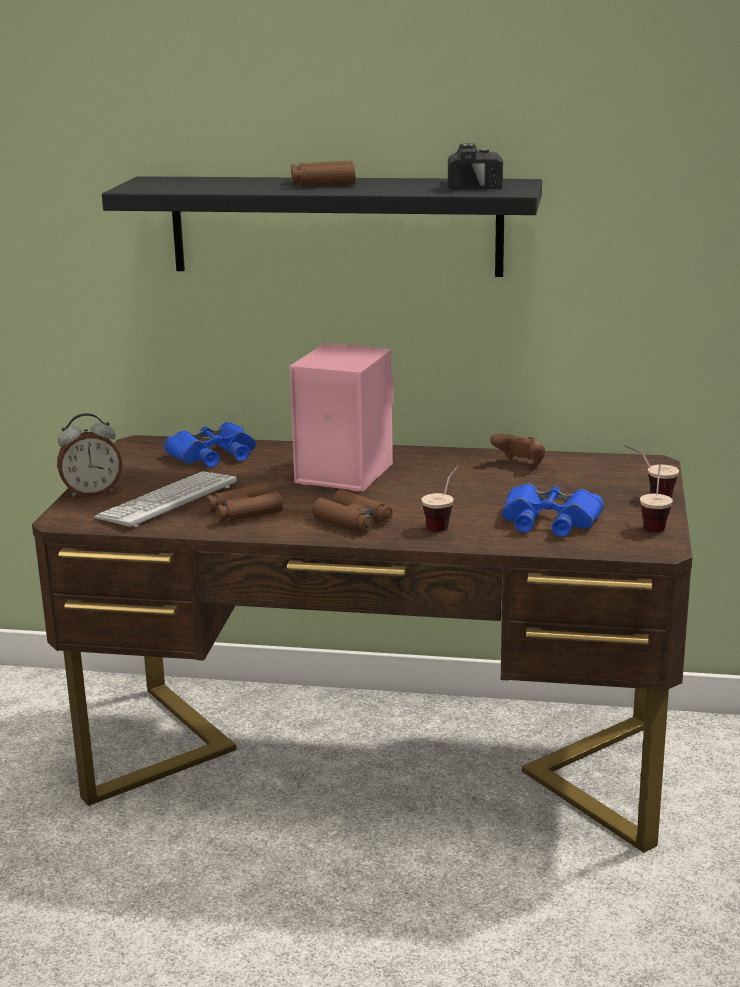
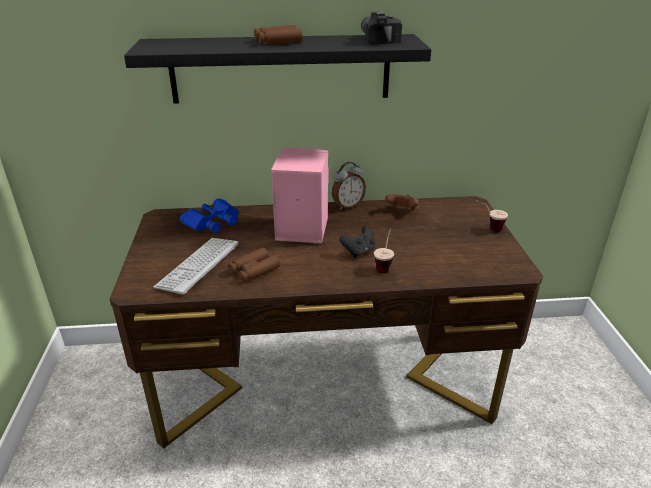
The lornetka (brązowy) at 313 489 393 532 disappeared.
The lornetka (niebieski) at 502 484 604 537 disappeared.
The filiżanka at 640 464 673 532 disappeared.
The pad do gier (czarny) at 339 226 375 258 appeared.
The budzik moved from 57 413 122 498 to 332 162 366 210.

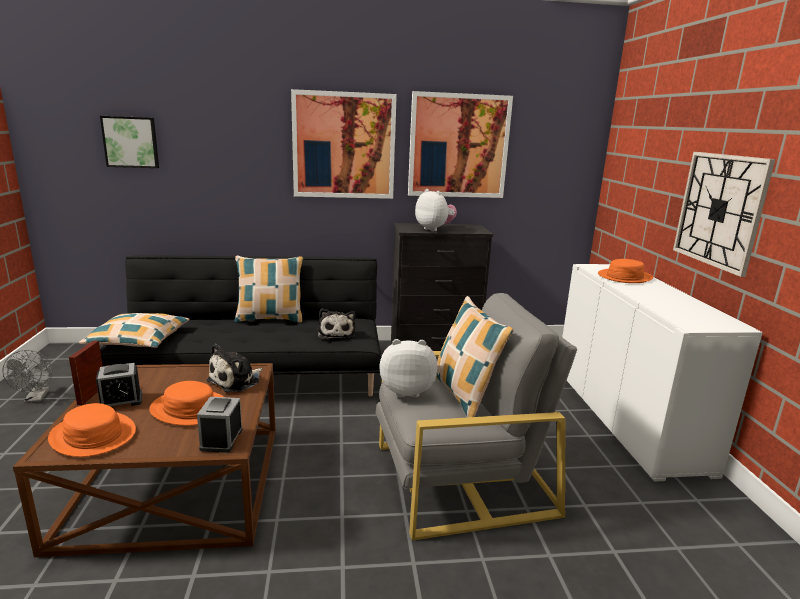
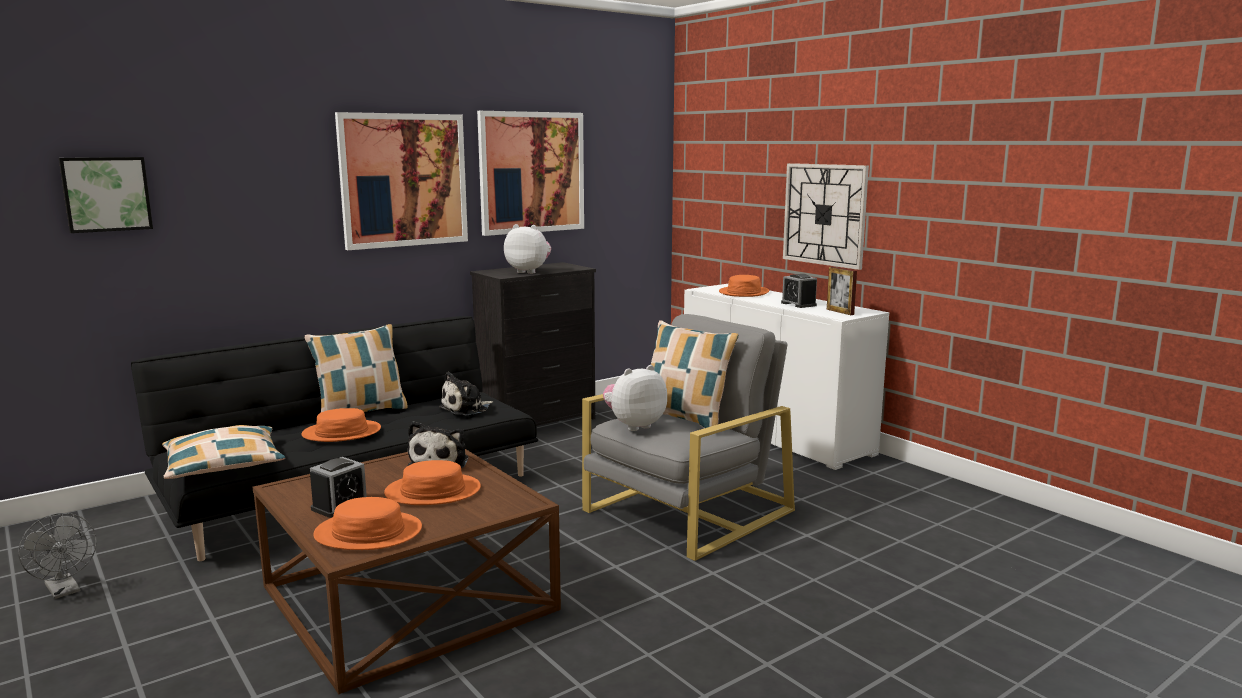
The kapelusz (pomarańczowy) at 301 408 381 442 appeared.
The ramka na zdjęcie moved from 69 341 103 405 to 827 266 857 315.
The budzik moved from 197 397 243 453 to 781 274 817 308.
The pluszak at 318 309 356 339 turned 90 degrees clockwise.

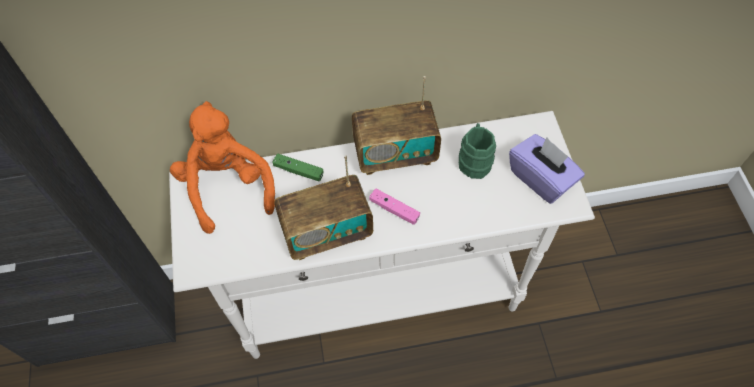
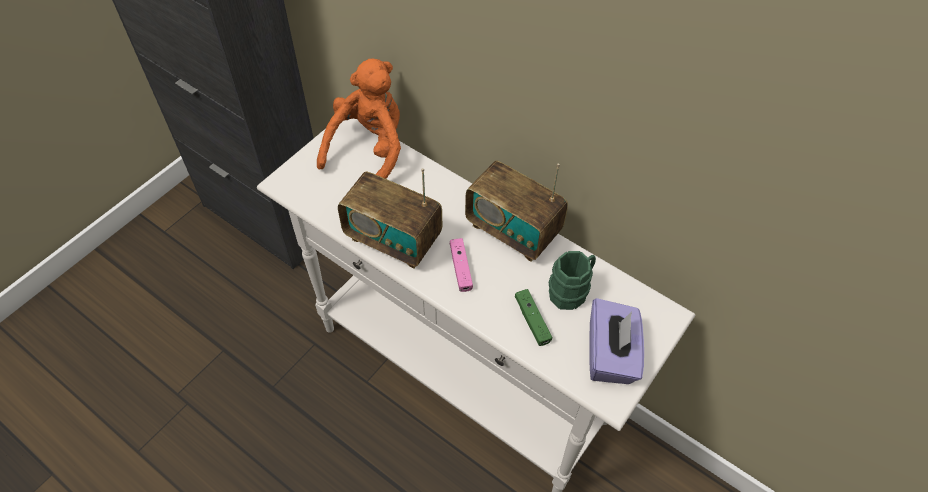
The pad do gier (zielony) moved from 273 153 323 181 to 515 289 552 346.

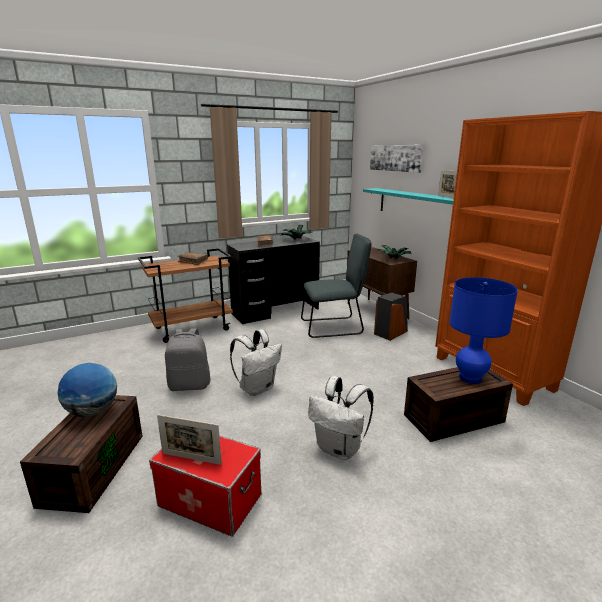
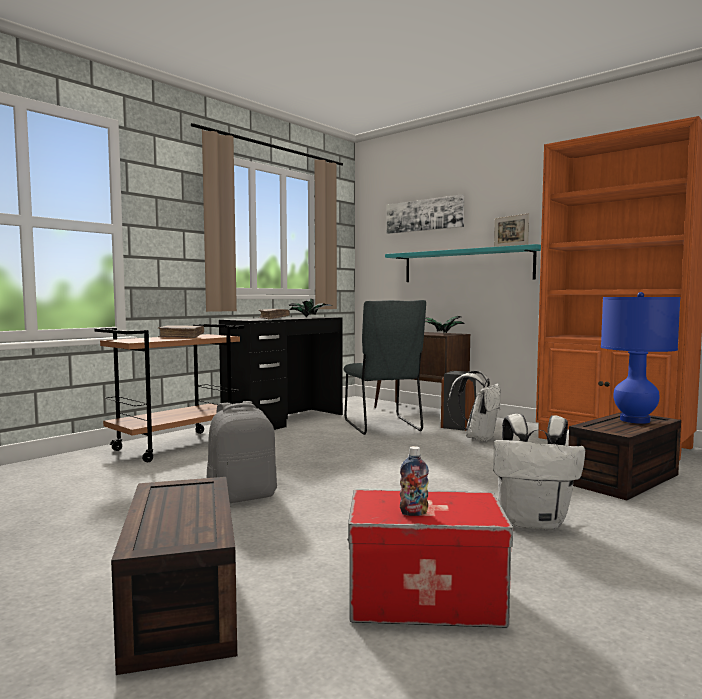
The globus at 58 363 117 417 disappeared.
The plecak (biały) moved from 230 329 282 396 to 448 370 501 442.
The ramka na zdjęcie at 157 414 222 465 was replaced by the butelka at 400 446 429 516.
The krzesło (szary) at 301 234 372 338 turned 105 degrees clockwise.

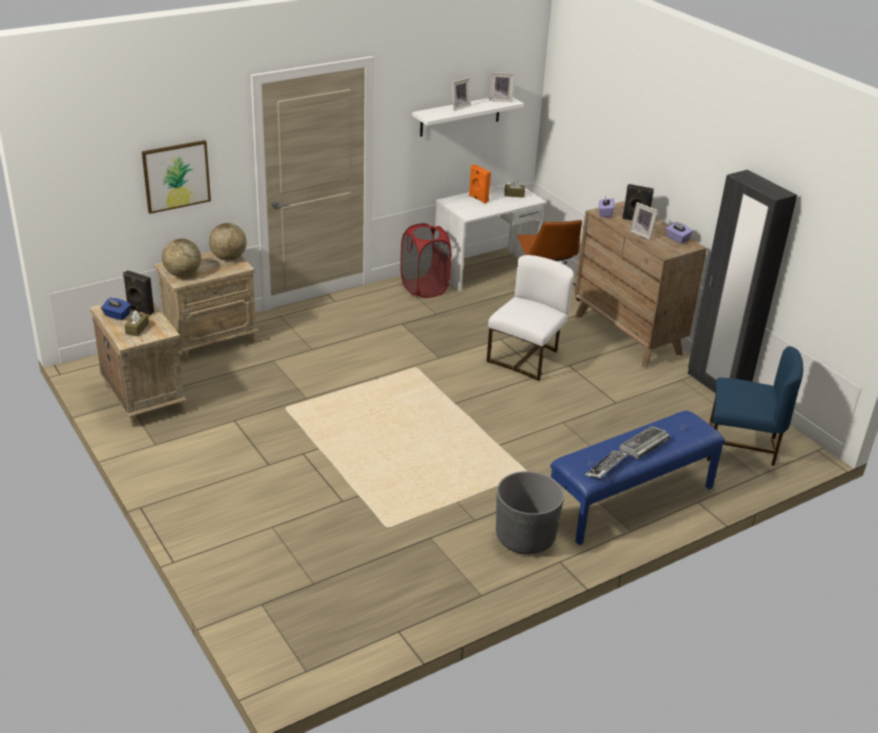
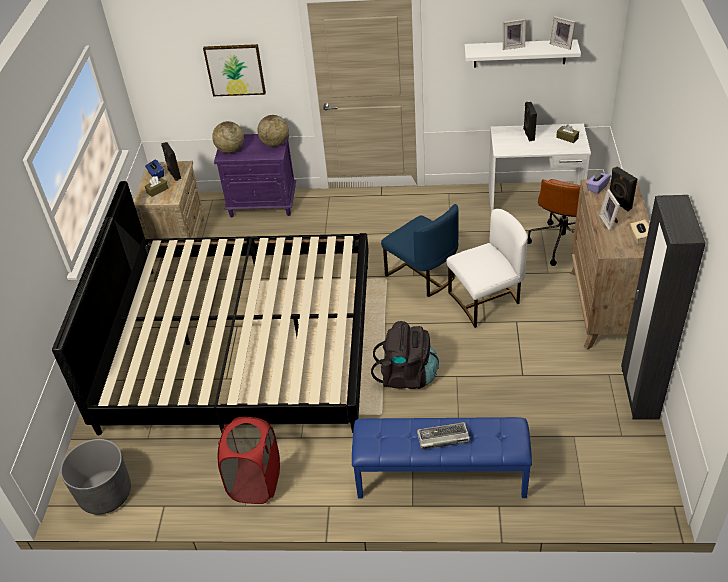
The klawiatura at 585 450 629 478 disappeared.
The łóżko at 52 181 369 435 appeared.
The plecak (czarny) at 371 321 439 389 appeared.
The kosz na pranie (czerwony) moved from 400 223 451 298 to 218 417 280 504.
The donica (szary) moved from 496 471 564 554 to 60 439 131 515.
The krzesło (niebieski) moved from 707 346 803 466 to 381 204 459 297.
The szafka nocna (beżowy) at 154 251 259 362 became the szafka nocna (fioletowy) at 214 133 296 217.
The głośnik (pomarańczowy) at 469 165 491 204 became the głośnik (czarny) at 523 102 537 141.
The pudełko chusteczek (fioletowy) at 666 221 693 244 became the pudełko chusteczek (beżowy) at 630 219 649 244.

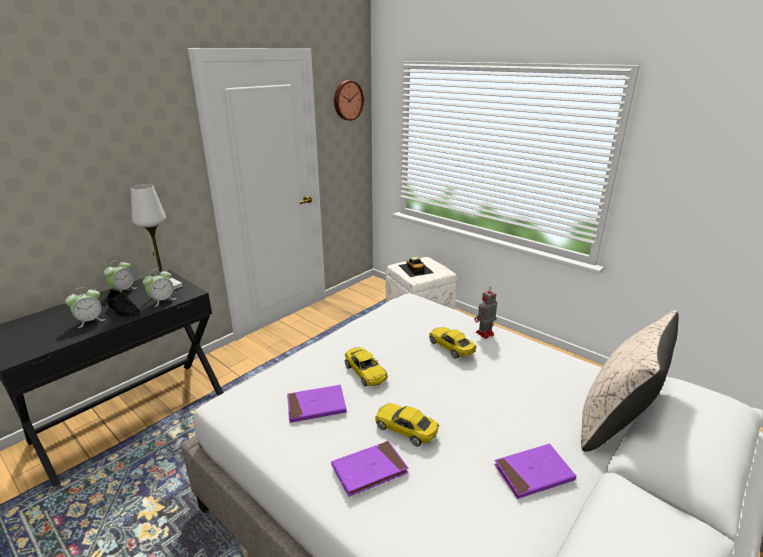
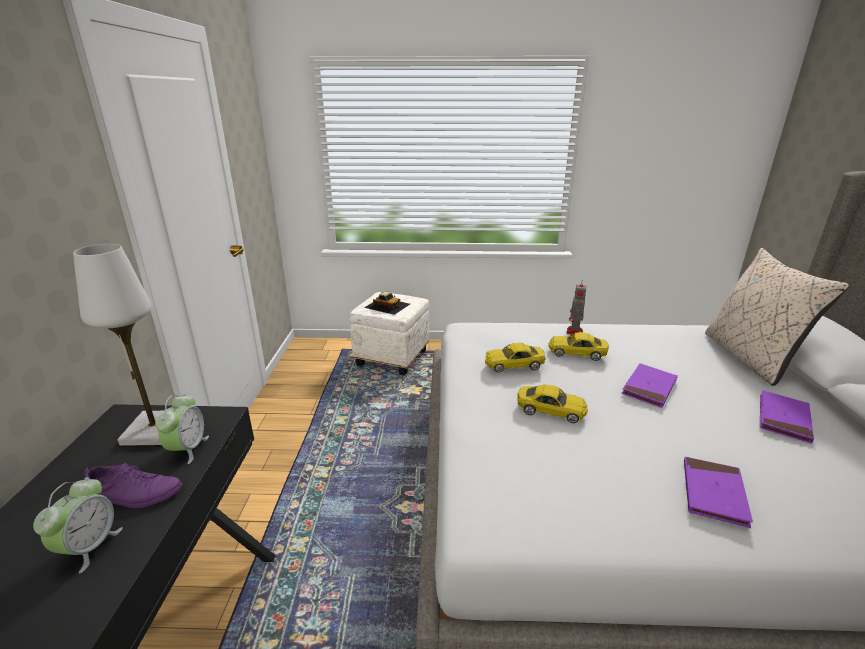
The budzik at 104 260 136 292 disappeared.
The zegar ścienny at 334 81 364 121 disappeared.
The książka (fioletowy) moved from 287 385 347 423 to 622 363 678 408.
The samochodzik (żółty) moved from 375 403 439 447 to 485 343 546 372.
The but (czarny) at 107 289 140 316 became the but (fioletowy) at 84 463 182 508.

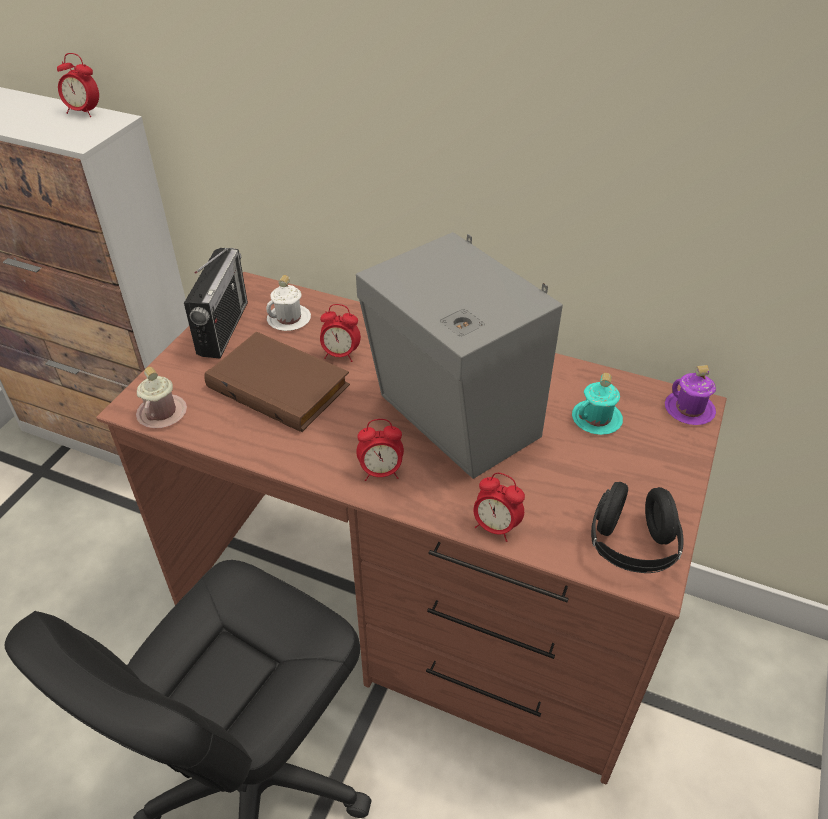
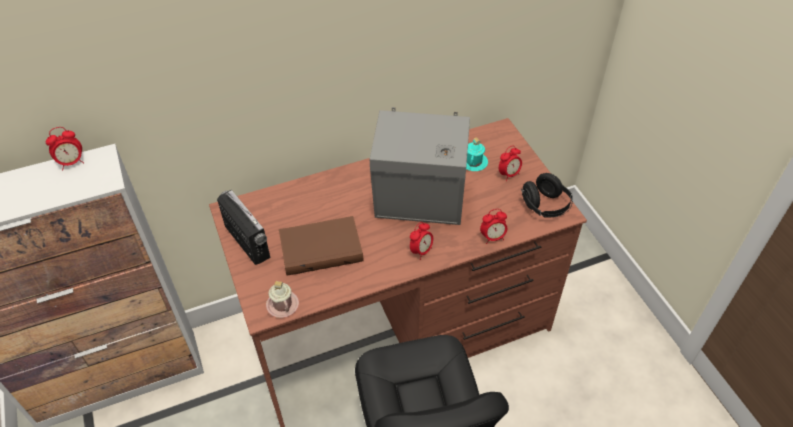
The kubek (biały) at 266 275 311 331 disappeared.
The kubek (fioletowy) at 665 365 716 425 disappeared.
The budzik moved from 320 304 361 362 to 499 146 522 181.

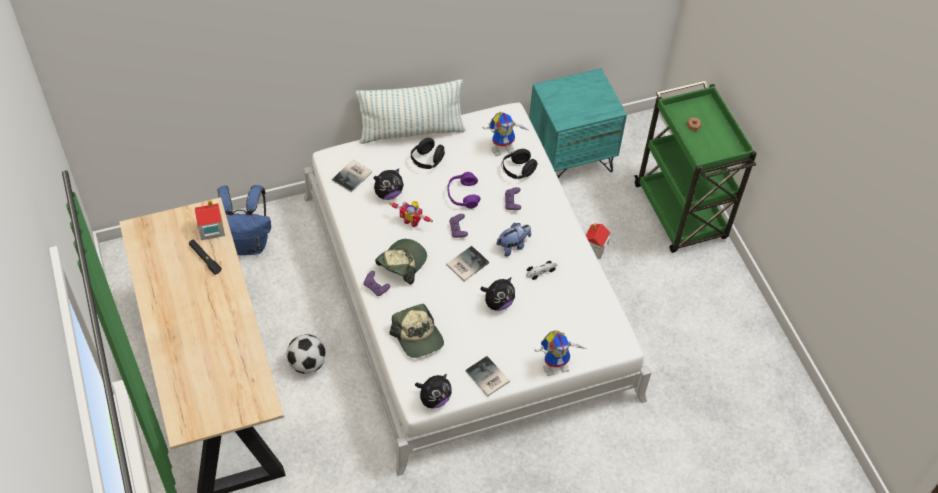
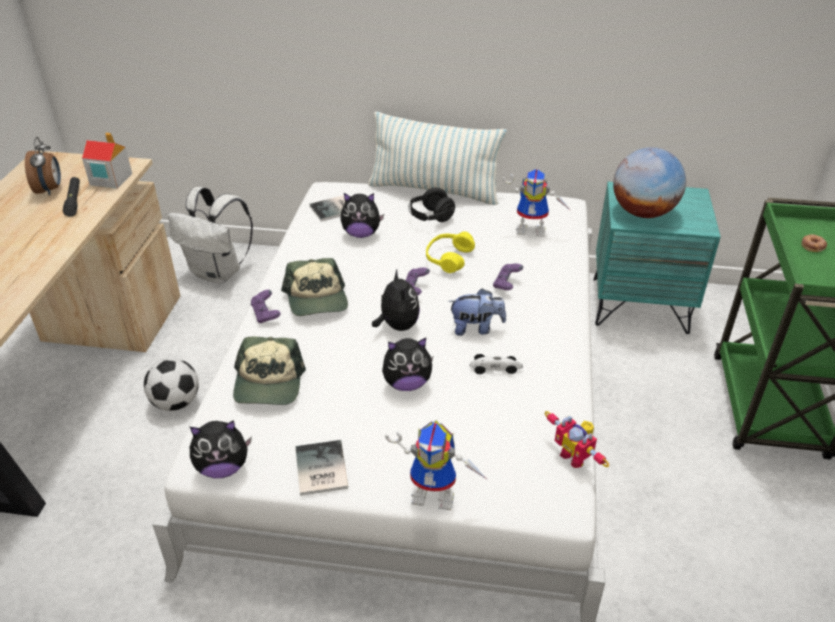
The słuchawki (czarny) at 502 149 537 179 disappeared.
The domek at 586 223 610 259 disappeared.
The budzik at 25 137 61 196 appeared.
The globus at 613 147 686 218 appeared.
The robot zabawkowy moved from 390 201 433 227 to 544 411 609 468.
The książka at 446 246 489 281 was replaced by the pluszak at 372 270 420 331.
The plecak (niebieski) at 217 185 271 255 became the plecak (biały) at 168 187 253 283.
The słuchawki (fioletowy) at 447 172 480 209 became the słuchawki (żółty) at 426 231 475 273.
The czapka z daszkiem at 375 239 427 285 turned 105 degrees clockwise.

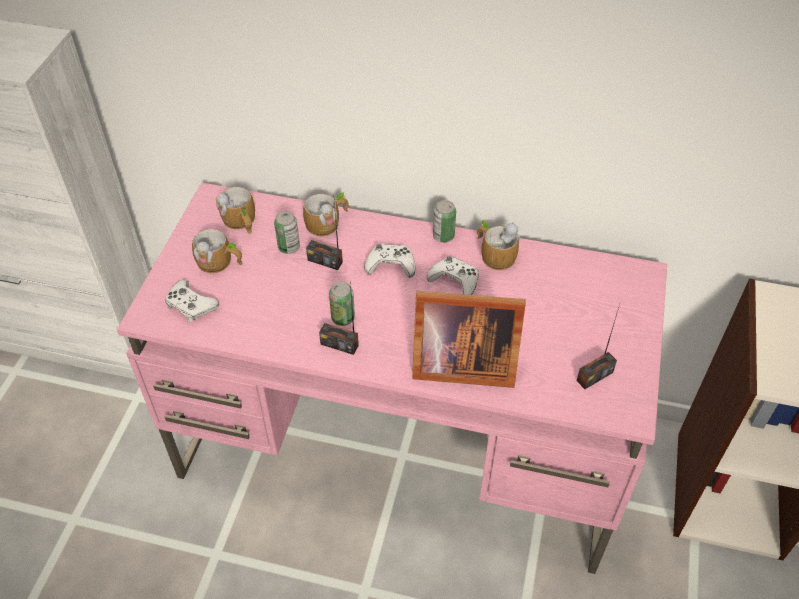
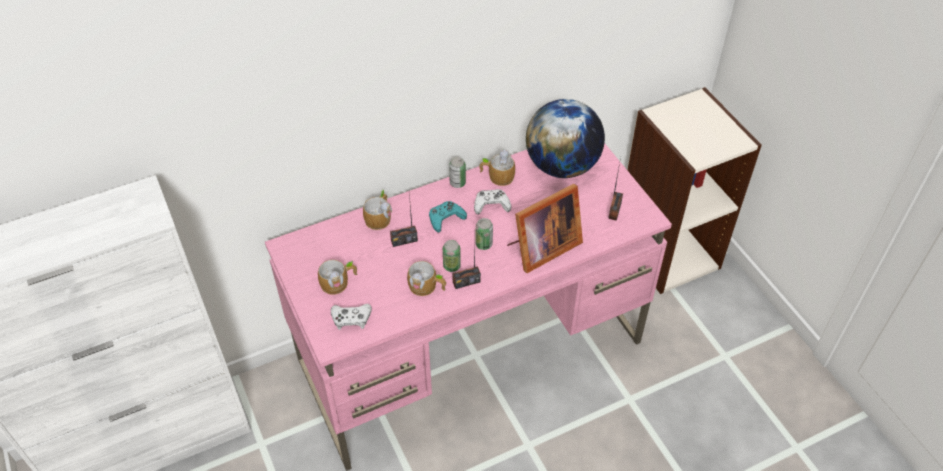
The globus at 526 99 605 178 appeared.
The kubek moved from 216 187 255 234 to 407 261 446 296.
The puszka moved from 274 211 300 254 to 476 218 493 250.
The pad do gier (biały) at 364 244 415 278 became the pad do gier (turkusowy) at 429 201 467 232.

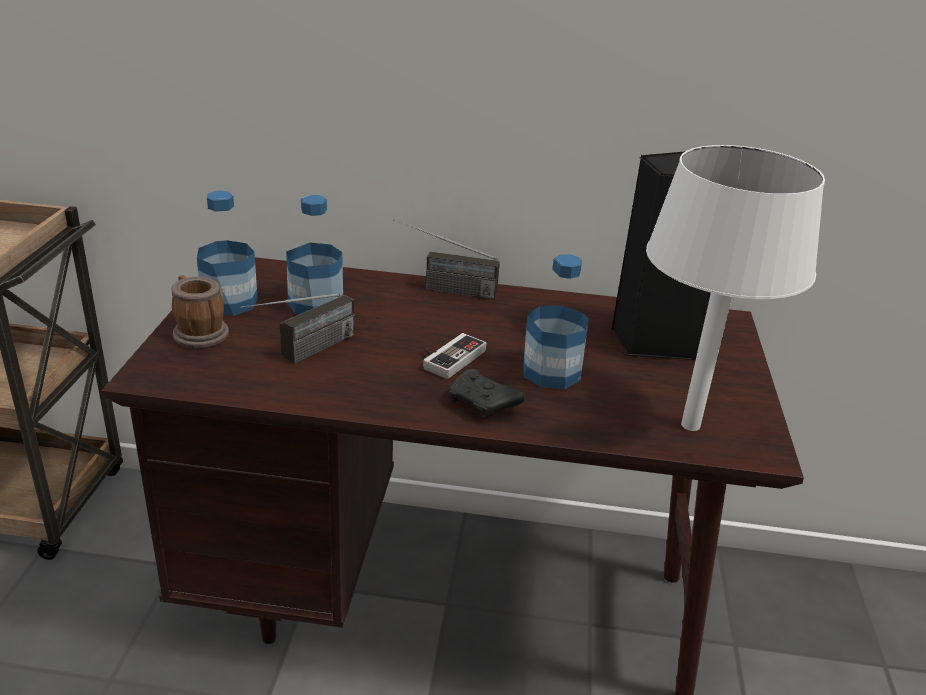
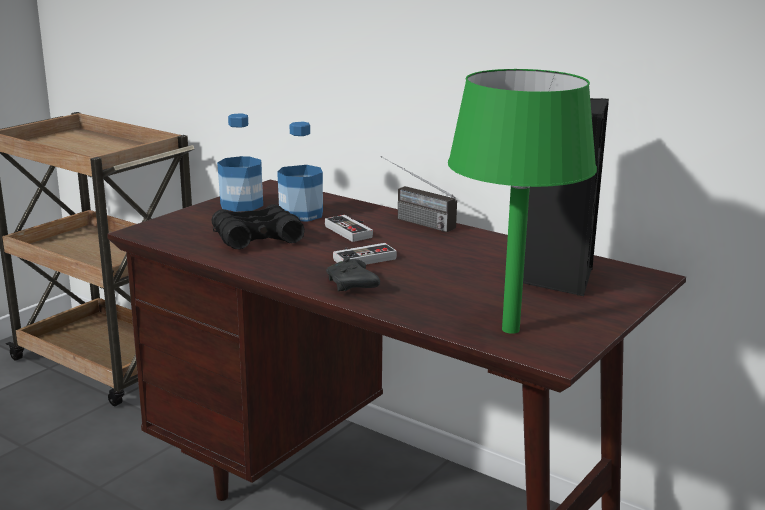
The kubek at 172 275 229 348 disappeared.
The butelka at 523 254 589 389 disappeared.
The pad do gier at 325 215 373 242 appeared.
The radio at 241 293 355 364 was replaced by the lornetka (czarny) at 212 204 305 249.
The lampa stołowa (biały) at 646 145 825 431 became the lampa stołowa (zielony) at 448 69 597 334.

